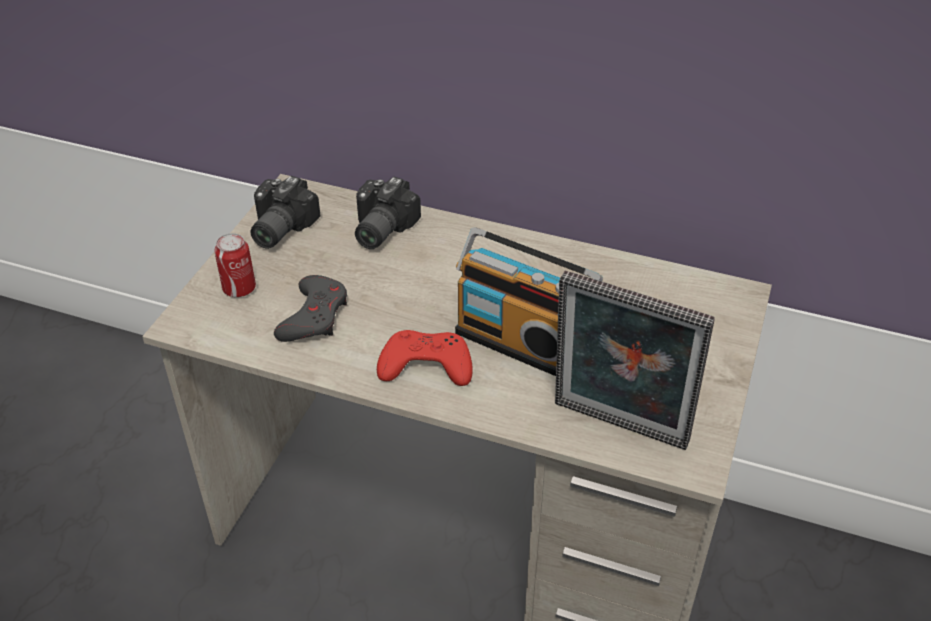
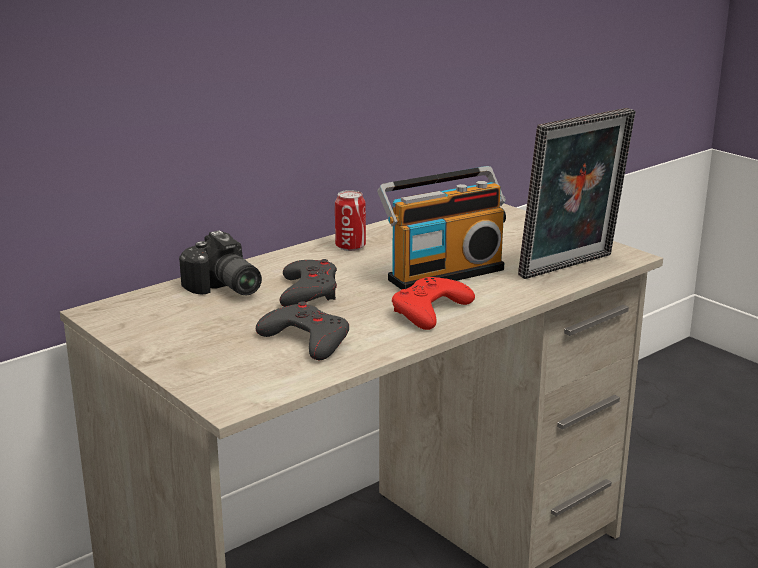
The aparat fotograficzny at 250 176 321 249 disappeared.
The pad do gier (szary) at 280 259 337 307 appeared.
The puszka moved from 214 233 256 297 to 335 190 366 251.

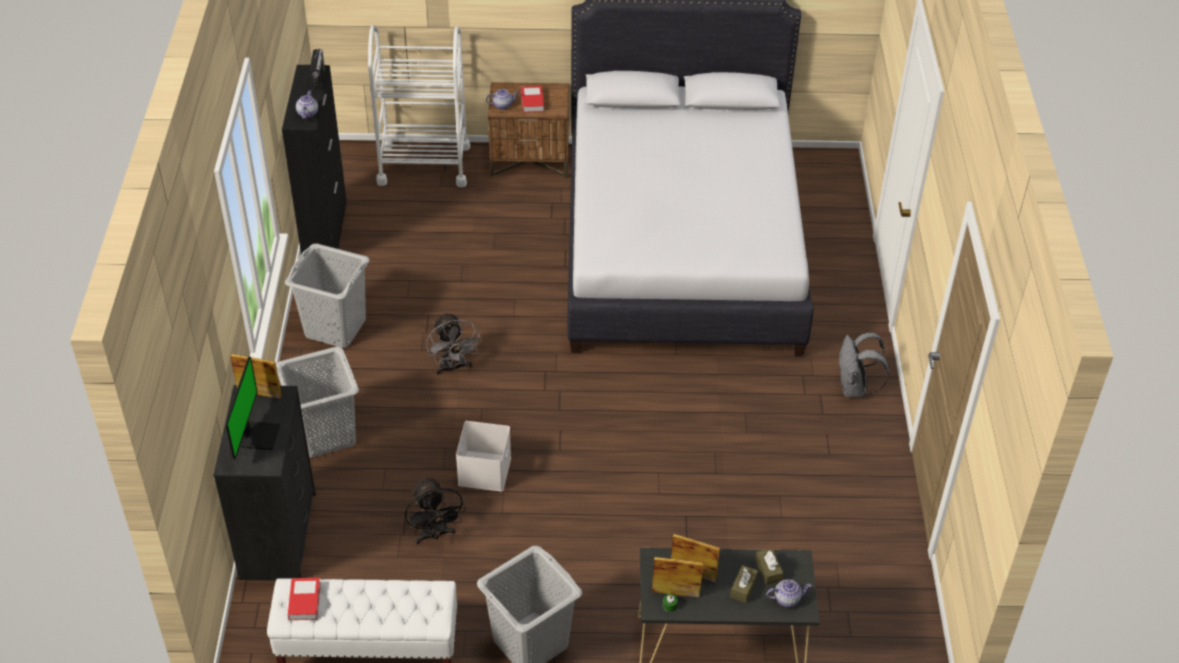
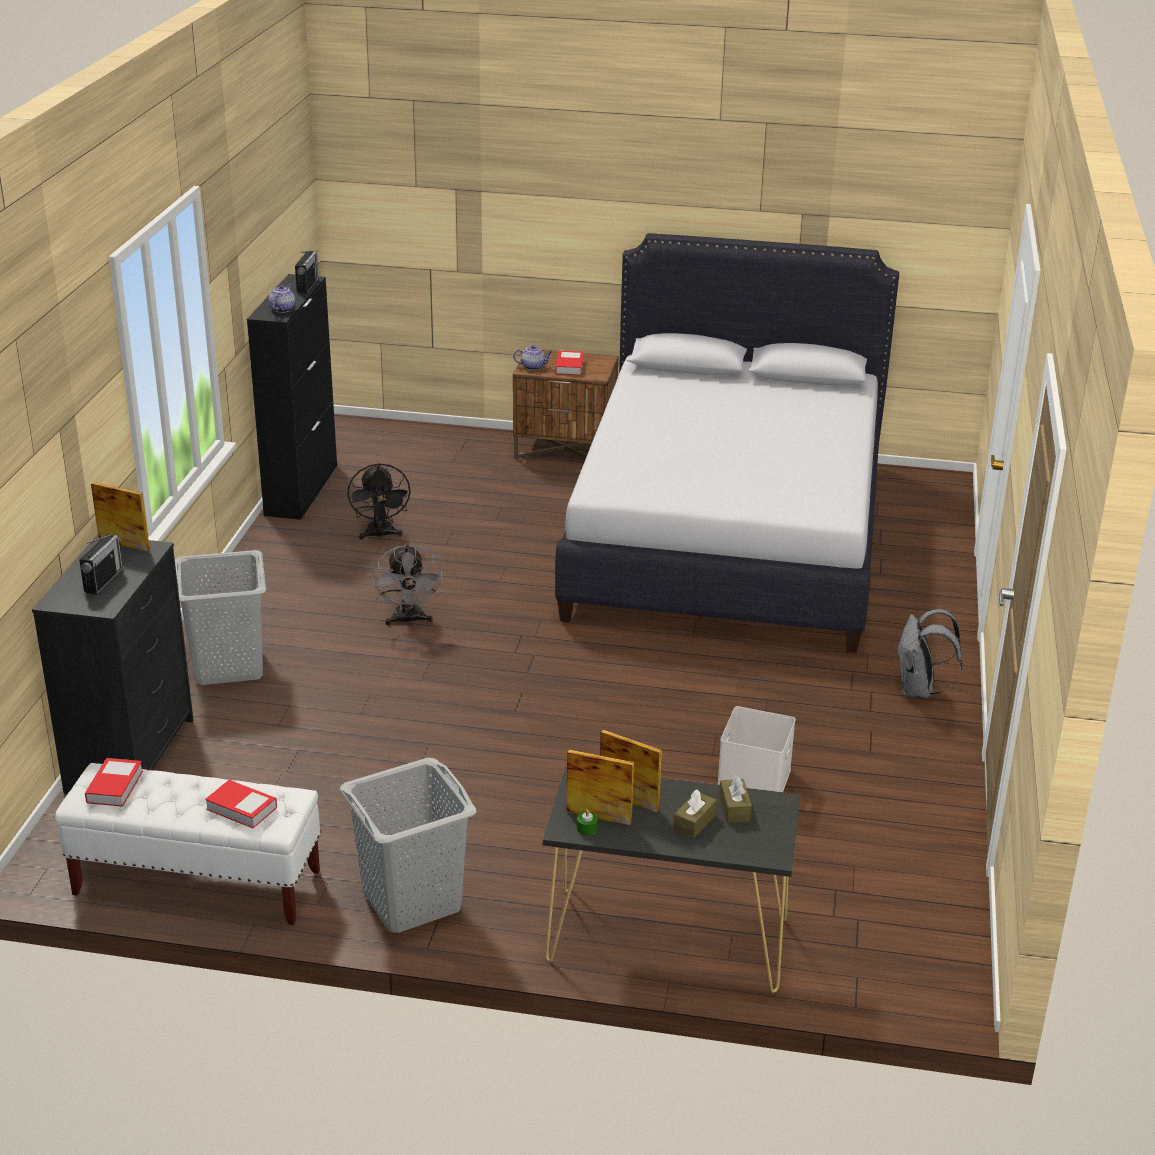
The kosz na pranie (szary) at 285 243 370 348 disappeared.
The wózek (biały) at 368 25 470 187 disappeared.
The imbryk at 766 579 812 607 disappeared.
The książka at 205 780 277 828 appeared.
The wentylator (czarny) moved from 405 477 466 544 to 348 463 411 540.
The pojemnik do przechowywania (biały) moved from 456 421 511 492 to 718 706 796 792.
The monitor at 226 357 280 459 was replaced by the radio at 79 534 123 595.

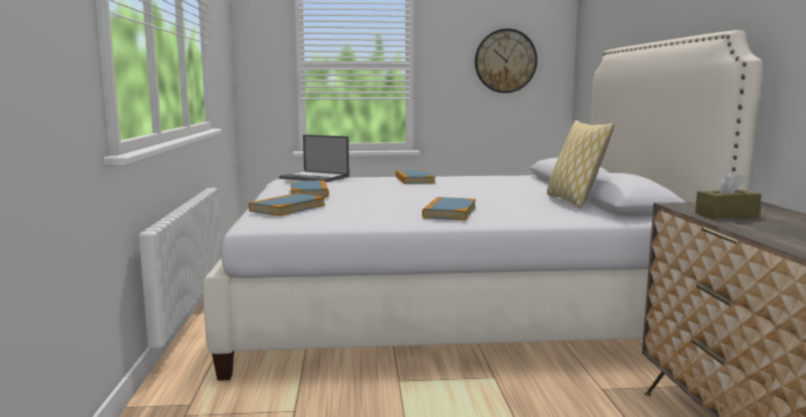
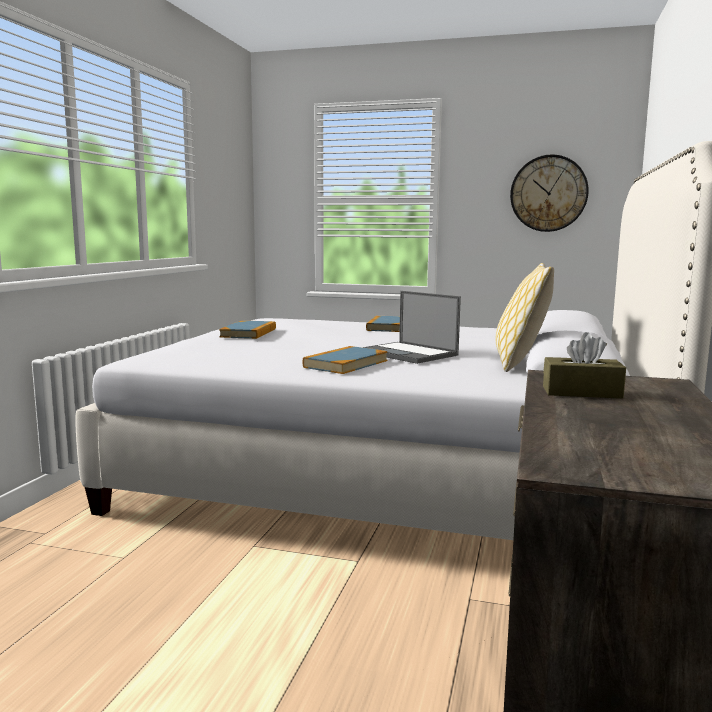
The książka at 249 193 325 216 disappeared.
The laptop moved from 279 135 349 182 to 362 291 461 364.

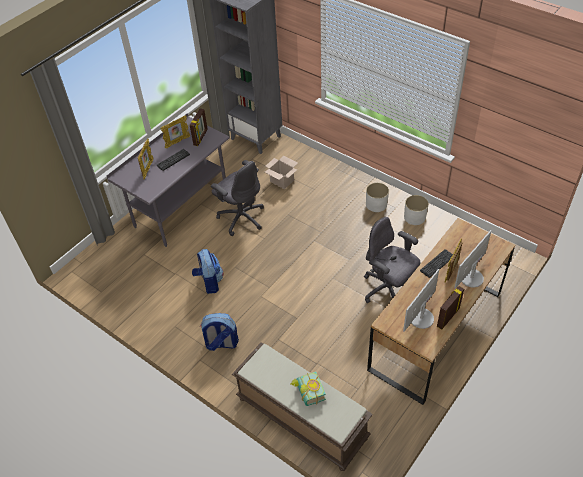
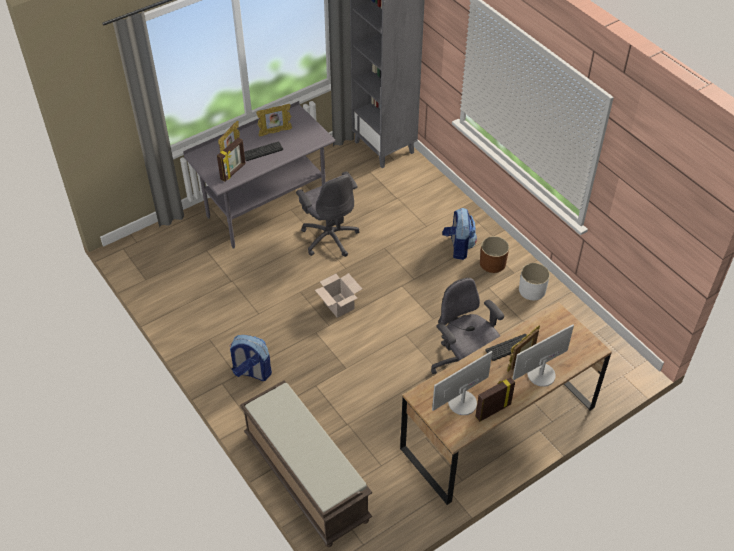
The książka at 291 371 326 406 disappeared.
The ramka na zdjęcie moved from 190 109 208 146 to 217 138 246 182.
The plecak moved from 192 249 223 294 to 443 208 477 260.
The karton moved from 265 155 298 189 to 315 273 362 318.
The donica (biały) at 366 183 389 212 became the donica (brązowy) at 480 236 509 273.

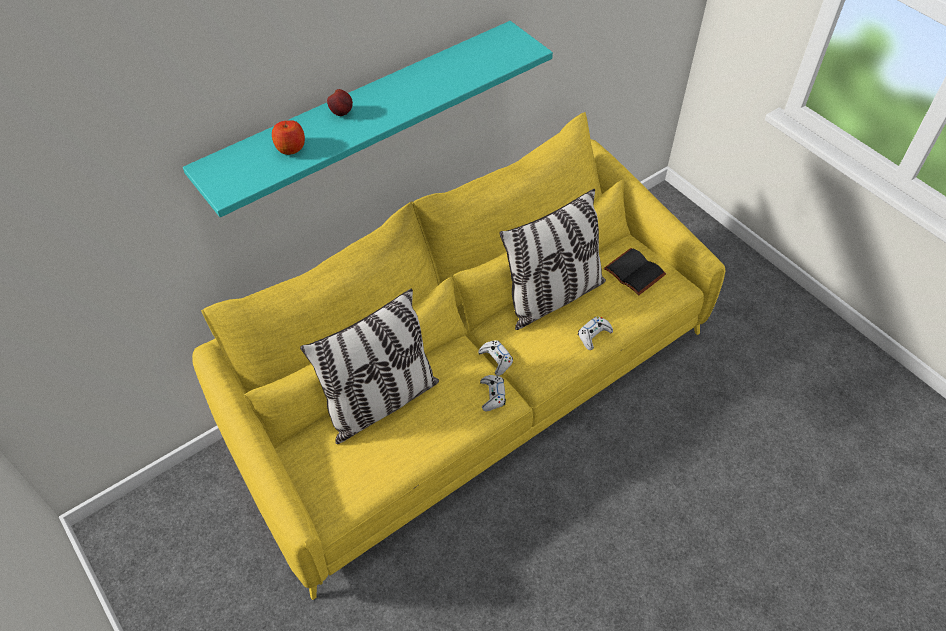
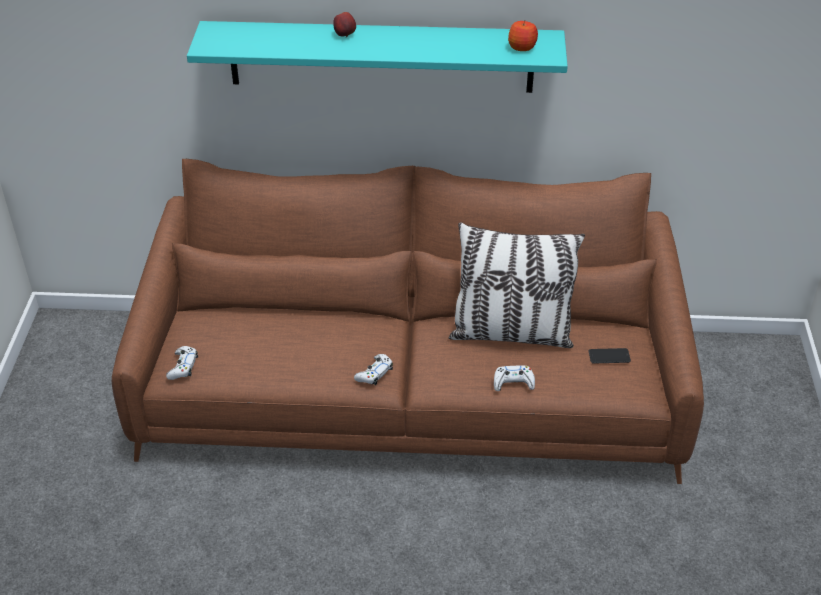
The poduszka at 300 289 439 444 disappeared.
The jabłko moved from 272 120 305 155 to 508 21 538 51.
The pad do gier (biały) moved from 478 340 513 376 to 166 346 198 380.
The książka (czarny) at 604 248 666 296 was replaced by the telefon at 589 348 631 363.
The kanapa (żółty) at 192 112 725 600 became the kanapa (brązowy) at 112 159 704 484.

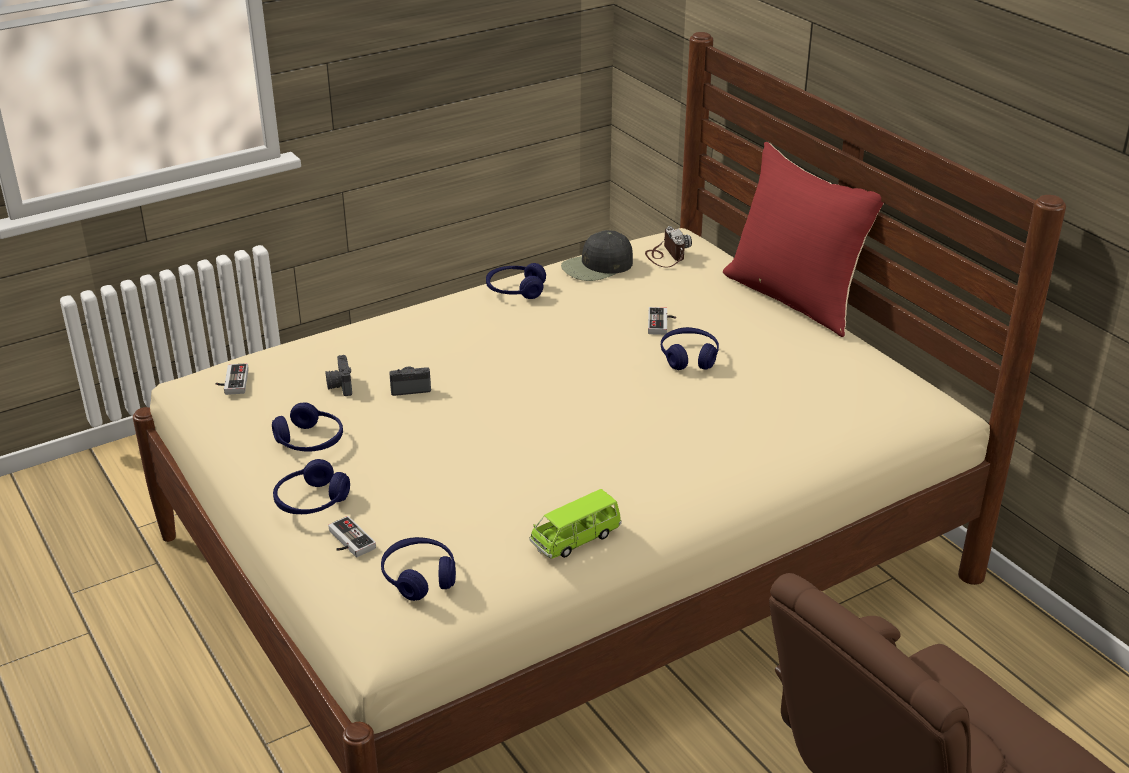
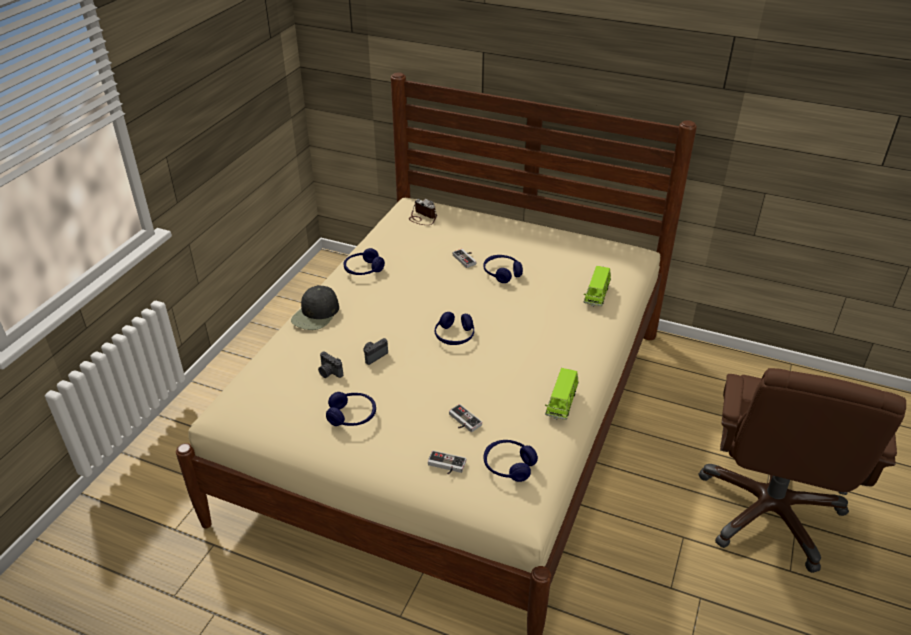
The poduszka (czerwony) at 723 142 884 337 disappeared.
The samochodzik (zielony) at 584 266 611 306 appeared.
The pad do gier moved from 216 363 248 395 to 449 404 482 432.
The słuchawki (niebieski) moved from 273 459 350 514 to 435 312 474 345.
The czapka z daszkiem (czarny) moved from 561 230 633 281 to 291 285 339 330.

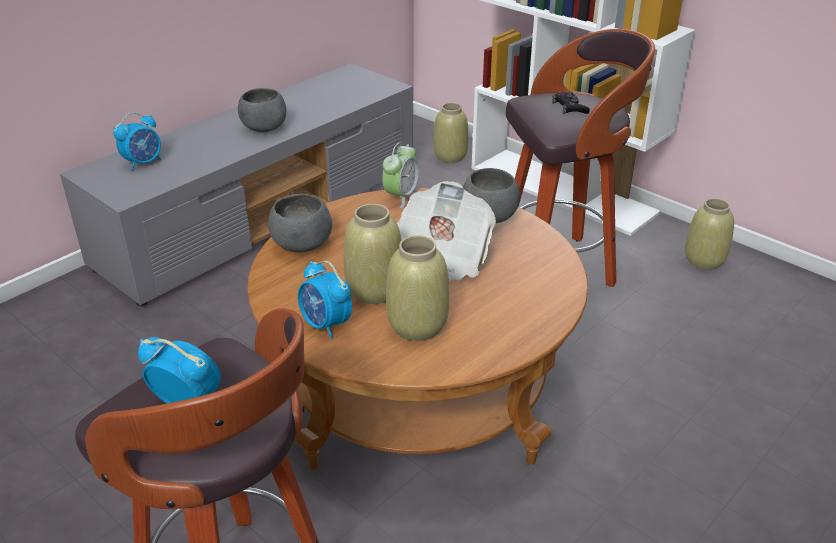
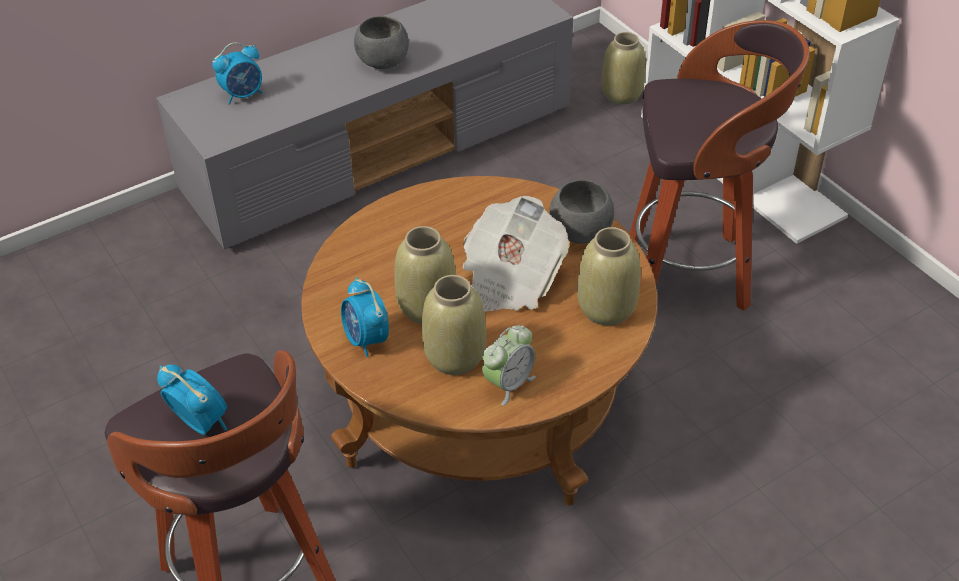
The miska (szary) at 268 194 332 252 disappeared.
The pad do gier (czarny) at 552 92 590 114 disappeared.
The budzik moved from 382 143 420 208 to 482 325 536 406.
The wazon (beżowy) moved from 685 198 734 270 to 577 227 640 326.

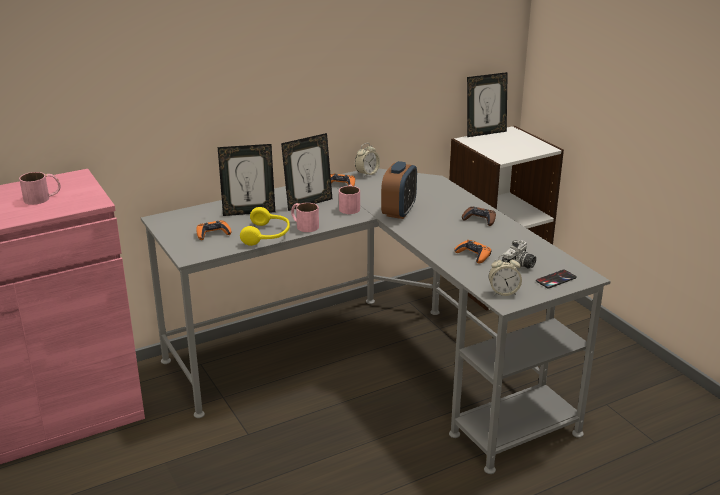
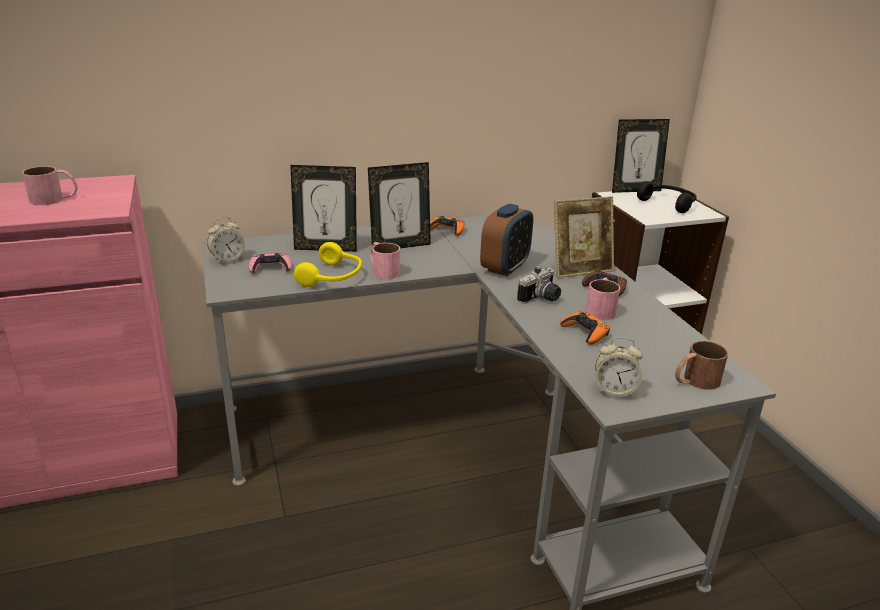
The ramka na zdjęcie at 554 196 614 278 appeared.
The słuchawki (czarny) at 637 181 697 213 appeared.
The kubek (różowy) moved from 339 184 360 214 to 586 278 620 320.
The budzik moved from 355 143 380 176 to 207 217 245 264.
The aparat fotograficzny moved from 502 240 536 269 to 517 266 561 304.
The telefon at 536 270 577 288 was replaced by the kubek (brązowy) at 675 341 728 390.
The pad do gier (pomarańczowy) at 196 220 232 240 became the pad do gier (różowy) at 249 253 292 274.

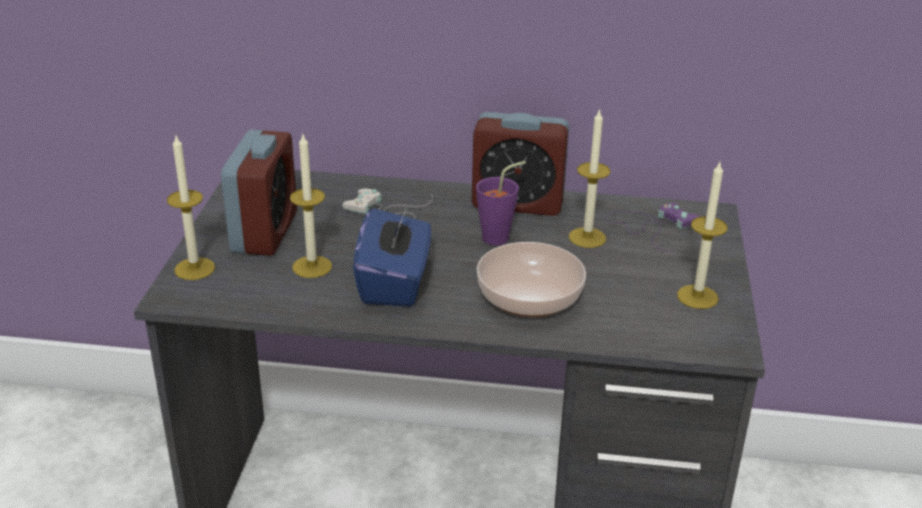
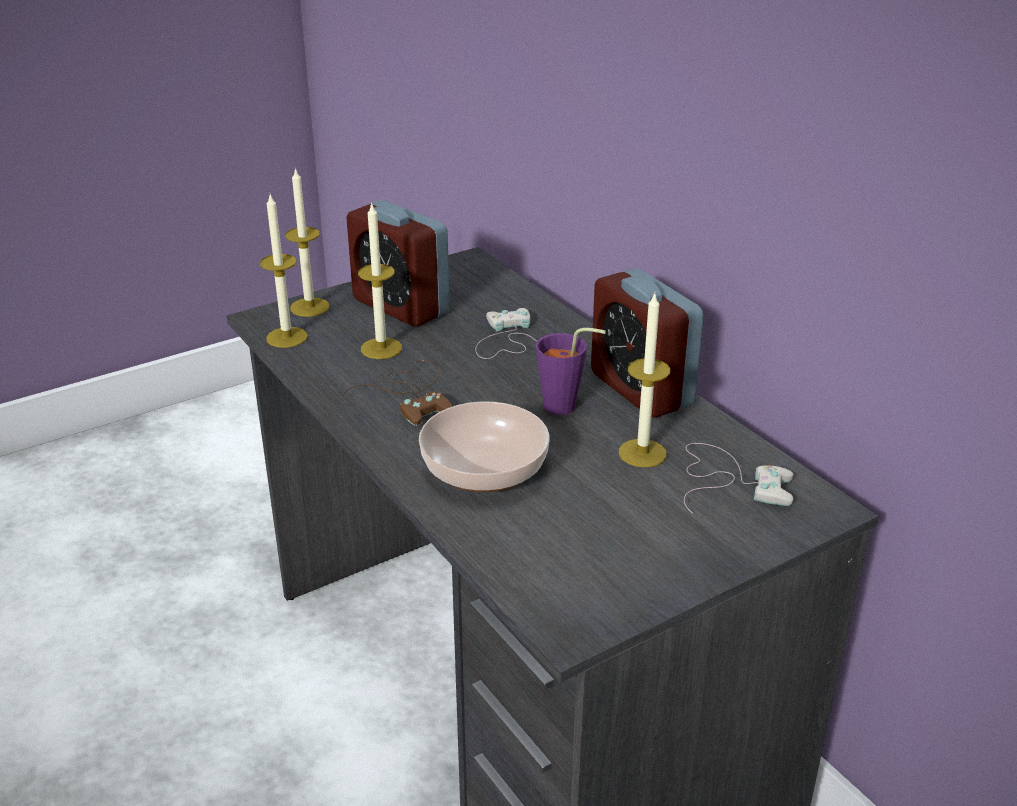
The świeca moved from 677 162 728 309 to 260 195 308 348.
The pudełko chusteczek (niebieski) at 353 204 431 307 was replaced by the pad do gier (brązowy) at 342 360 453 426.
The pad do gier (fioletowy) at 605 203 700 252 became the pad do gier (biały) at 684 443 794 514.
The budzik at 221 130 297 256 turned 75 degrees clockwise.

